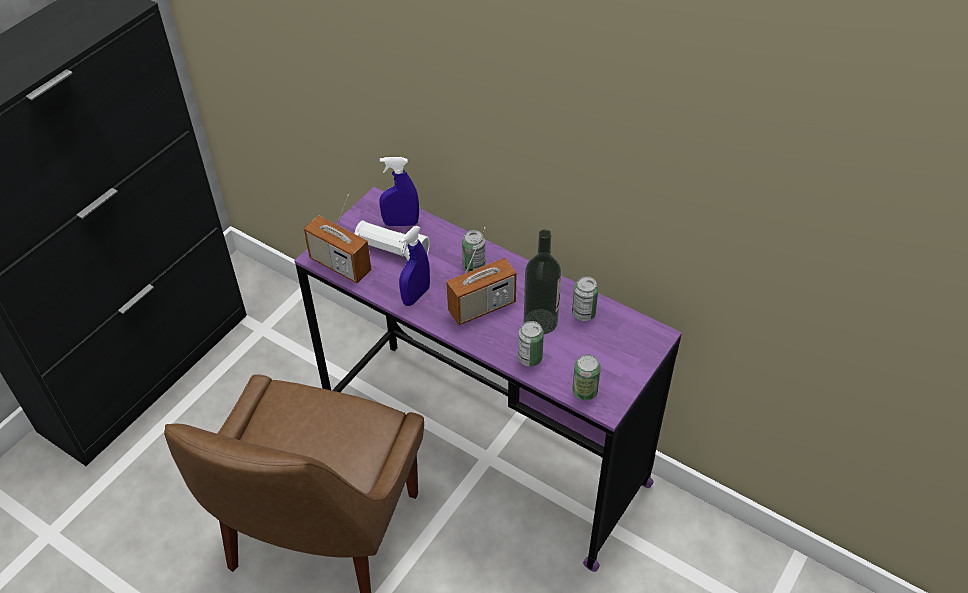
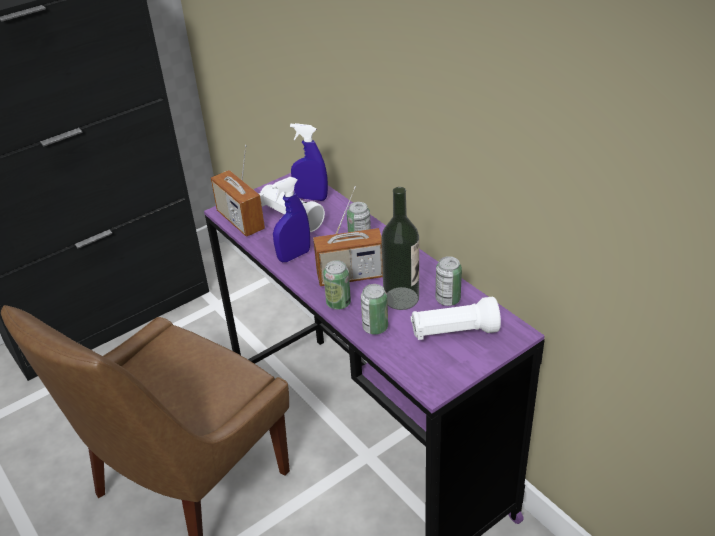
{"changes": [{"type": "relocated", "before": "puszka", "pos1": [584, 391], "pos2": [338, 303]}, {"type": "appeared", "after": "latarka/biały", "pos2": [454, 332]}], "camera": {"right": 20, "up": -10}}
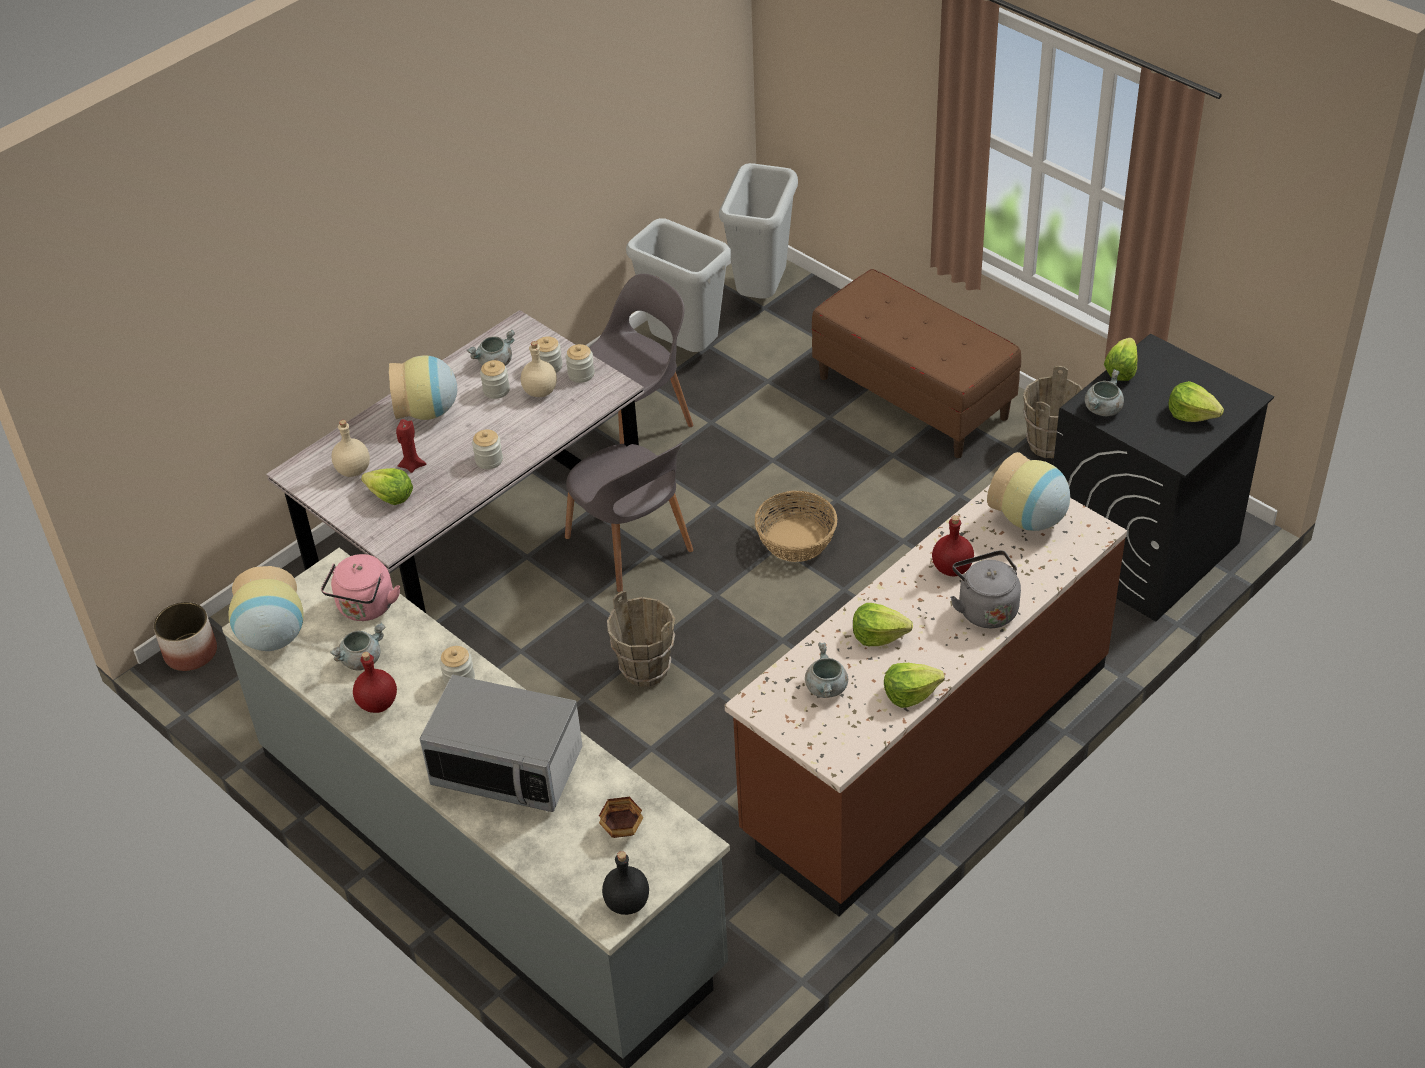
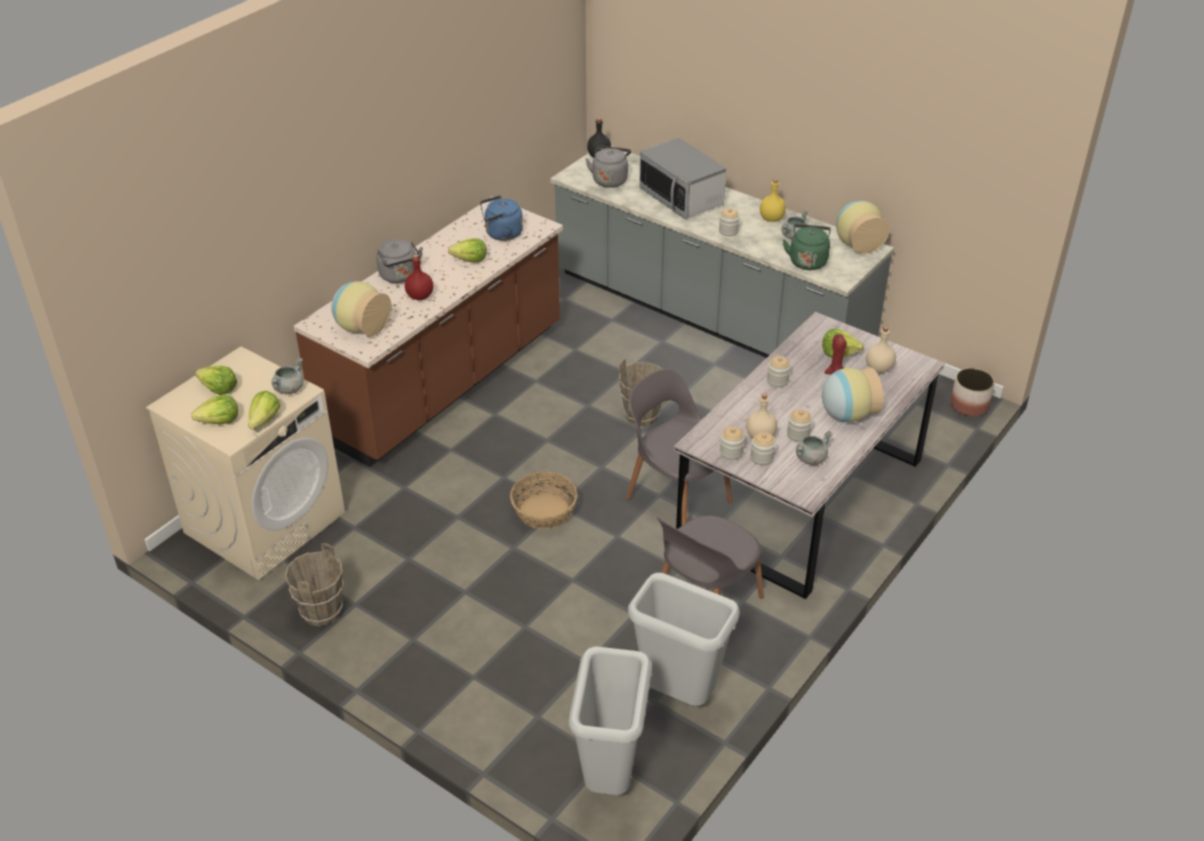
{"changes": [{"type": "missing", "before": "ławka/brązowy", "pos1": [913, 397]}, {"type": "colour", "before": "pralka/czarny", "after": "pralka/beżowy", "pos1": [1141, 550], "pos2": [265, 522]}, {"type": "colour", "before": "czajnik/różowy", "after": "czajnik/zielony", "pos1": [365, 608], "pos2": [807, 261]}, {"type": "exchanged", "before": "garnek/szary", "after": "czajnik/niebieski", "pos1": [827, 688], "pos2": [501, 234]}, {"type": "colour", "before": "butelka/czerwony", "after": "butelka/żółty", "pos1": [377, 703], "pos2": [772, 219]}, {"type": "relocated", "before": "sałata", "pos1": [910, 693], "pos2": [220, 421]}, {"type": "spun", "before": "mikrofalówka", "pos1": [508, 767], "pos2": [681, 198], "turn": -135}, {"type": "exchanged", "before": "miska", "after": "czajnik/szary", "pos1": [621, 828], "pos2": [610, 180]}], "camera": {"right": 170, "up": -5}}
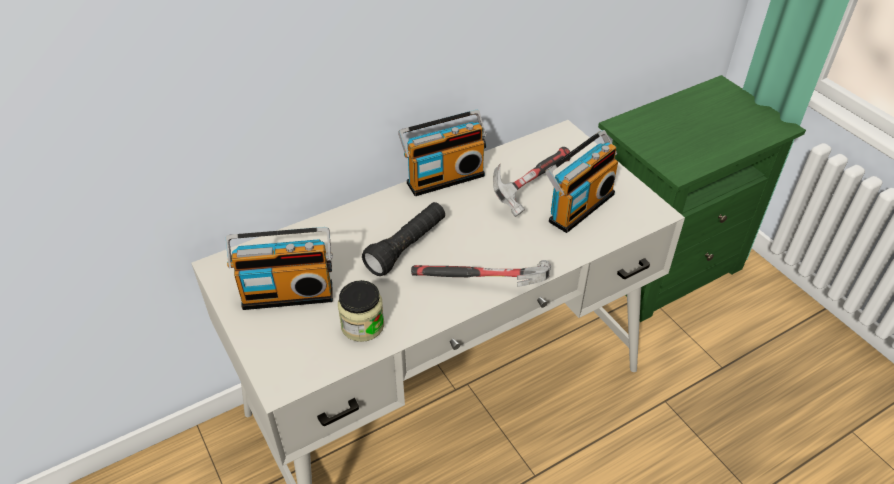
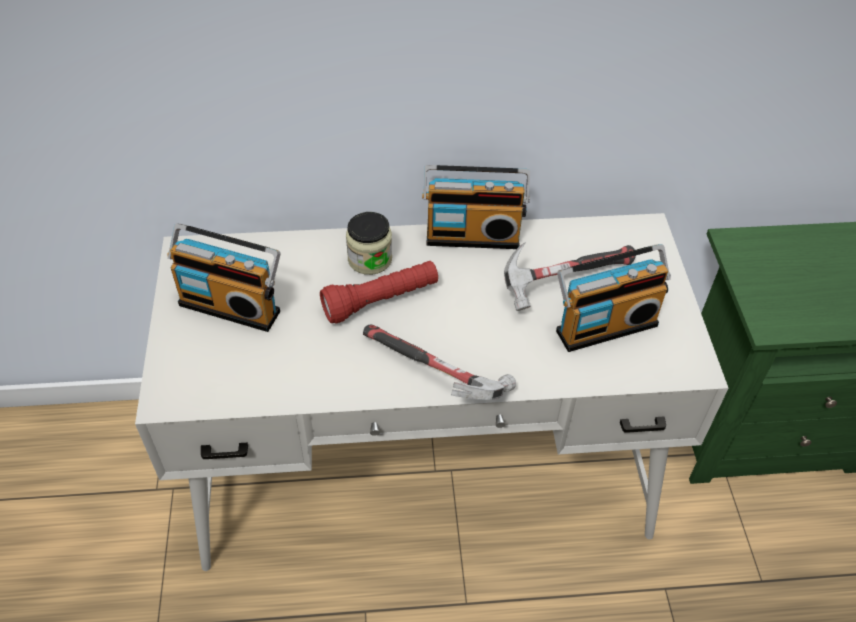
{"changes": [{"type": "colour", "before": "latarka/czarny", "after": "latarka/czerwony", "pos1": [407, 247], "pos2": [381, 300]}, {"type": "relocated", "before": "słoik", "pos1": [362, 325], "pos2": [370, 259]}], "camera": {"right": 25, "up": 5}}
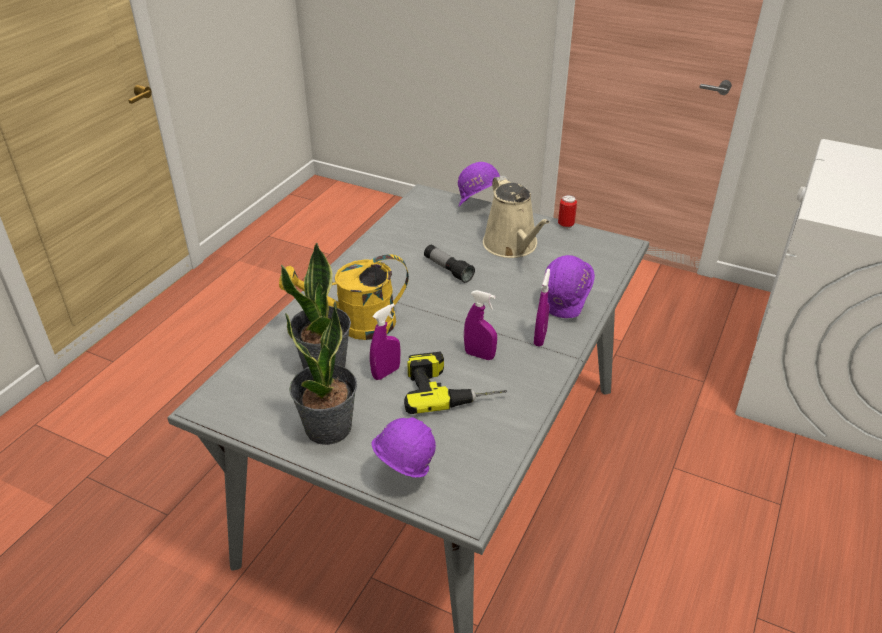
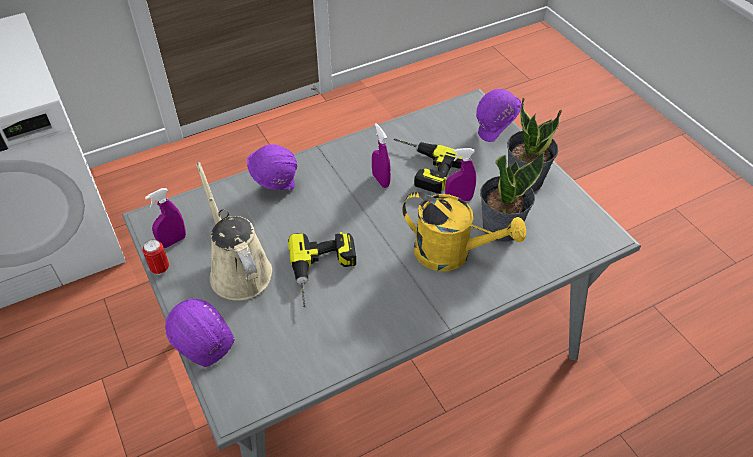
{"changes": [{"type": "spun", "before": "konewka/beżowy", "pos1": [512, 246], "pos2": [238, 270], "turn": -45}, {"type": "exchanged", "before": "latarka", "after": "wiertarka", "pos1": [448, 270], "pos2": [324, 272]}, {"type": "relocated", "before": "spryskiwacz/fioletowy", "pos1": [540, 338], "pos2": [173, 241]}], "camera": {"right": -145, "up": 10}}
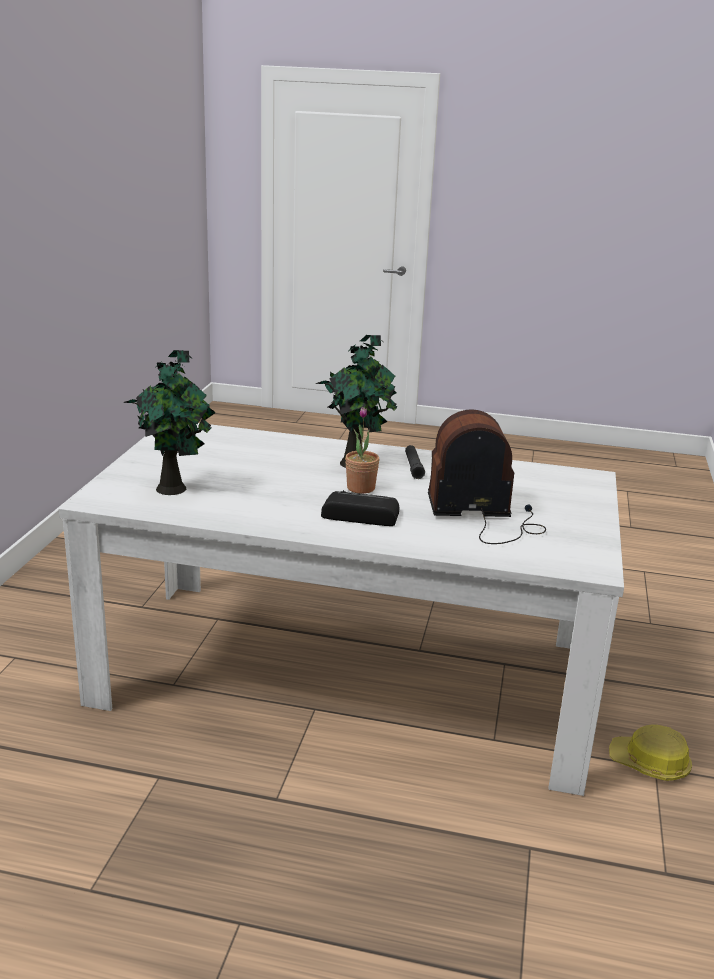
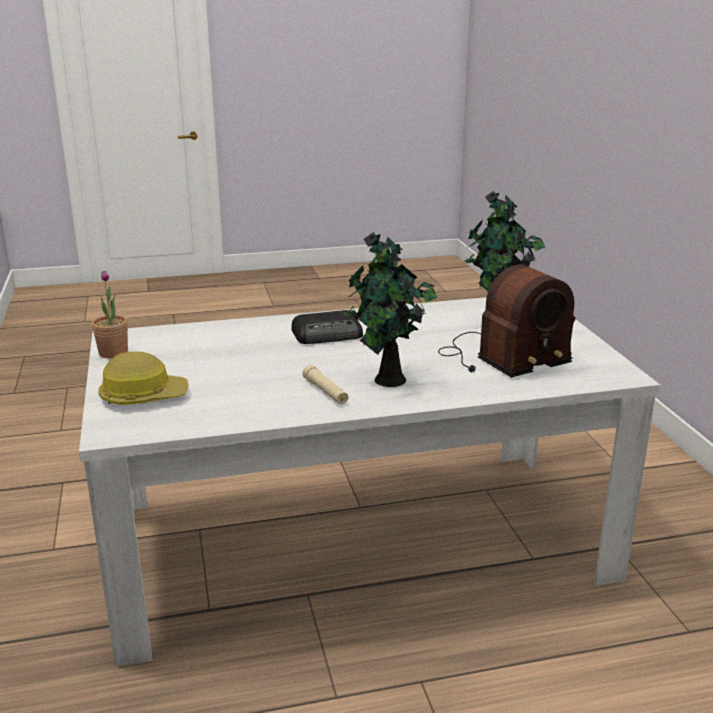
{"changes": [{"type": "relocated", "before": "roślina doniczkowa", "pos1": [361, 488], "pos2": [113, 353]}, {"type": "relocated", "before": "radio", "pos1": [484, 516], "pos2": [501, 357]}, {"type": "colour", "before": "latarka/czarny", "after": "latarka/beżowy", "pos1": [413, 467], "pos2": [325, 392]}, {"type": "relocated", "before": "kask", "pos1": [649, 764], "pos2": [143, 396]}], "camera": {"right": 155, "up": 0}}
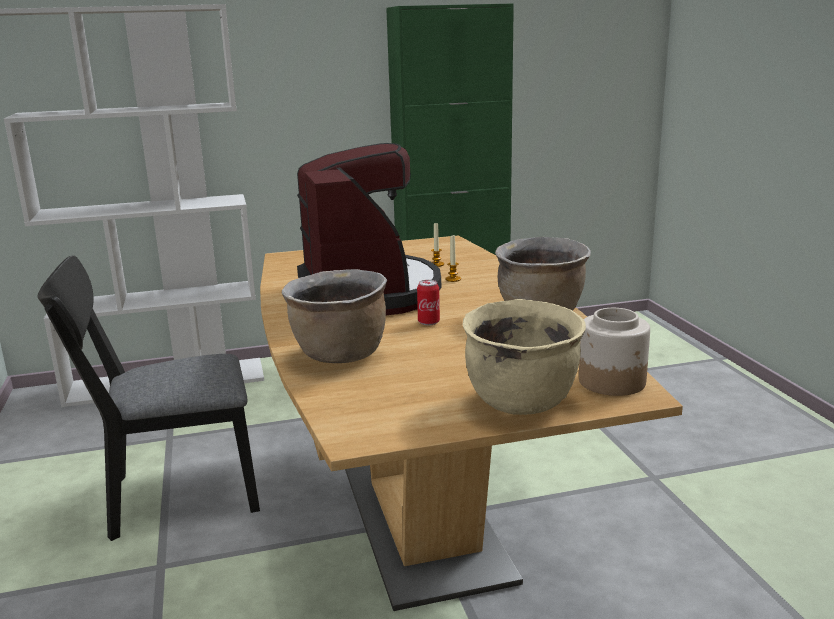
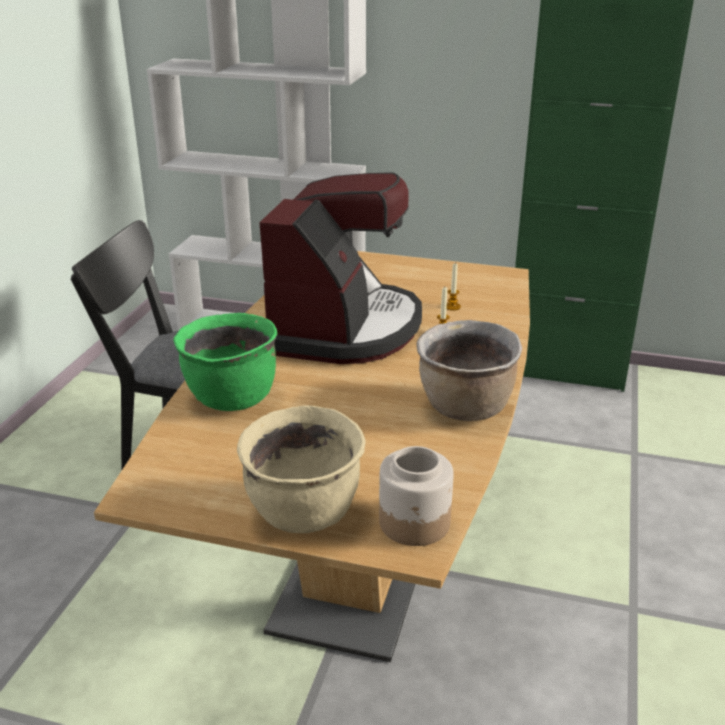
{"changes": [{"type": "colour", "before": "garnek/brązowy", "after": "garnek/zielony", "pos1": [339, 355], "pos2": [231, 398]}, {"type": "missing", "before": "puszka", "pos1": [428, 322]}], "camera": {"right": 30, "up": 10}}
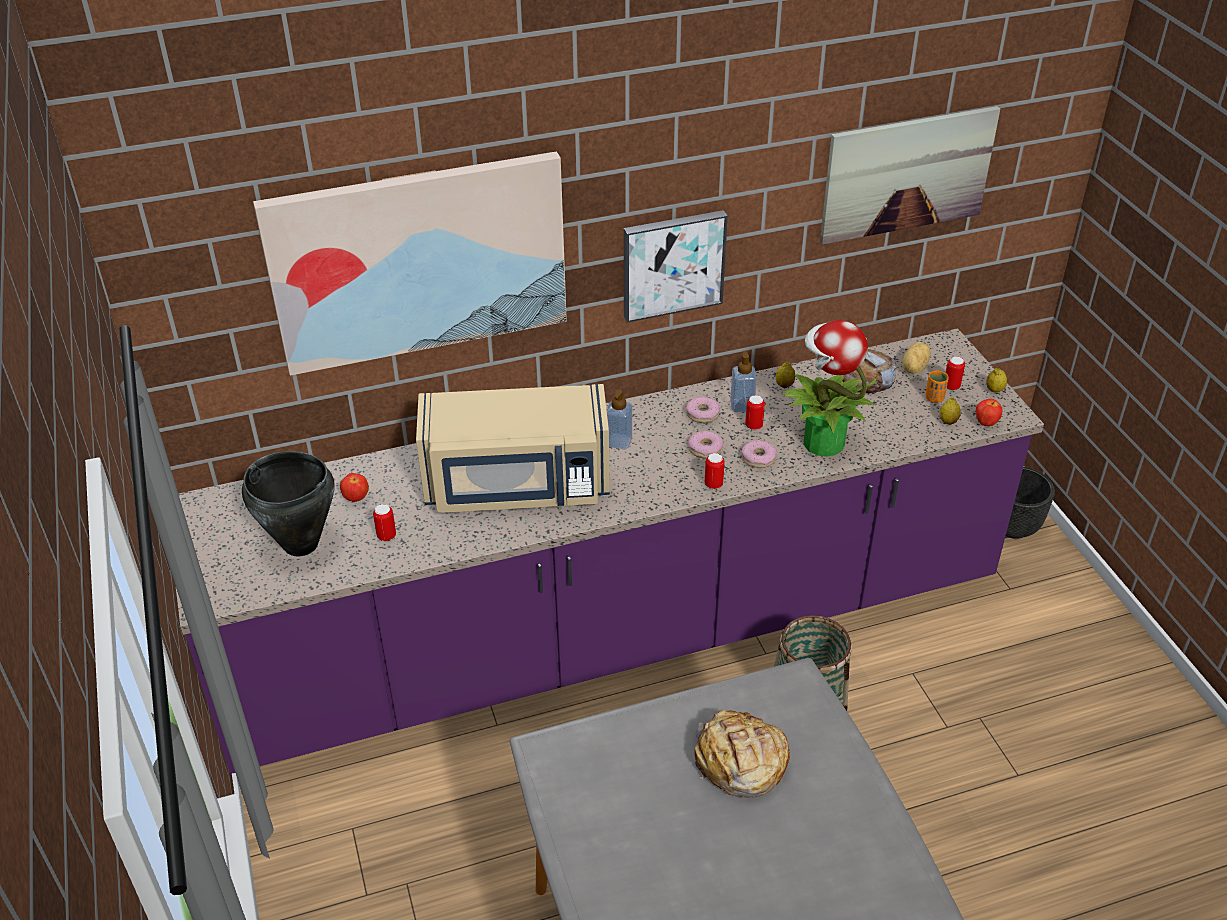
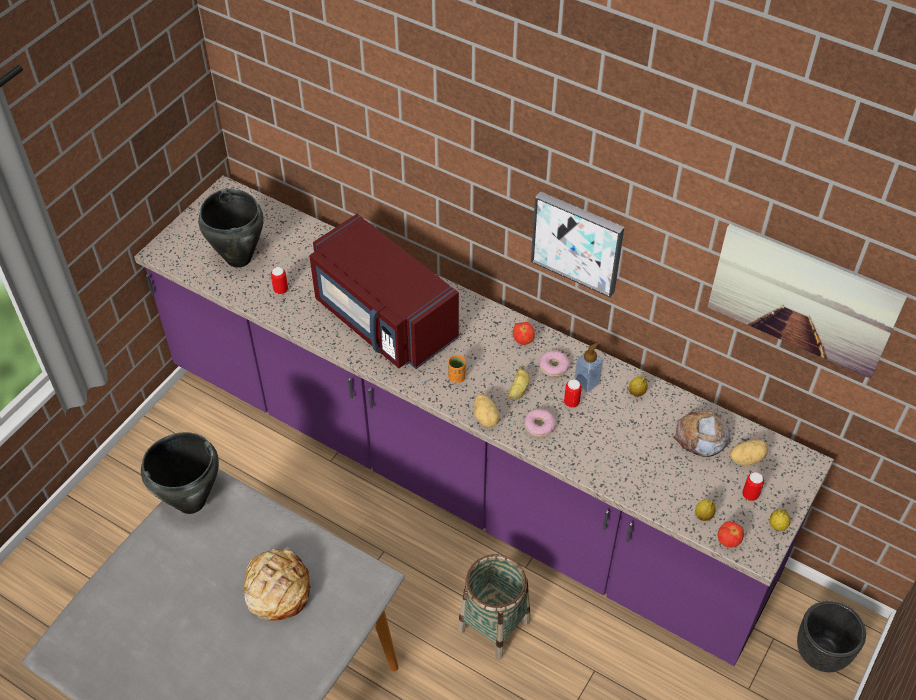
{"changes": [{"type": "missing", "before": "obraz", "pos1": [419, 261]}, {"type": "missing", "before": "roślina doniczkowa", "pos1": [822, 442]}, {"type": "relocated", "before": "filiżanka/pomarańczowy", "pos1": [934, 398], "pos2": [456, 377]}, {"type": "colour", "before": "mikrofalówka/beżowy", "after": "mikrofalówka/czerwony", "pos1": [517, 486], "pos2": [383, 319]}, {"type": "missing", "before": "dozownik mydła", "pos1": [619, 441]}, {"type": "exchanged", "before": "donut", "after": "banan", "pos1": [705, 449], "pos2": [518, 391]}, {"type": "exchanged", "before": "puszka", "after": "ziemniak", "pos1": [713, 484], "pos2": [486, 417]}, {"type": "relocated", "before": "jabłko", "pos1": [356, 498], "pos2": [523, 341]}, {"type": "appeared", "after": "garnek/czarny", "pos2": [190, 501]}], "camera": {"right": 50, "up": 10}}
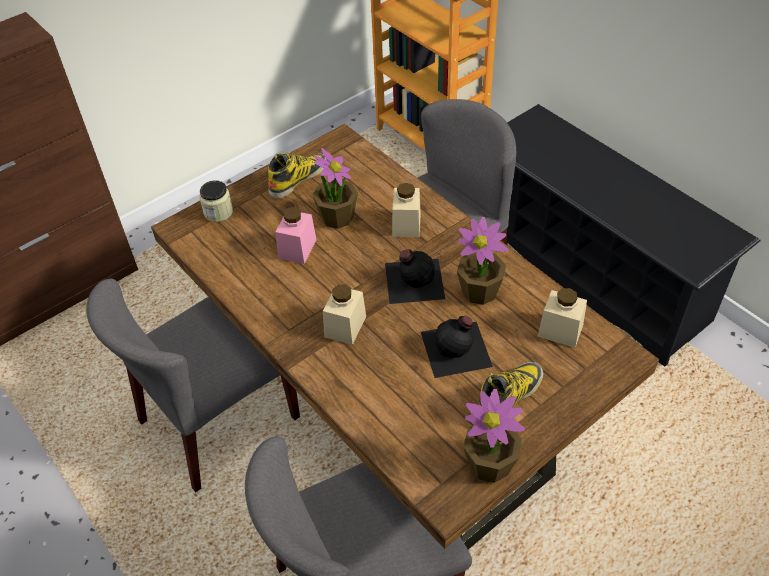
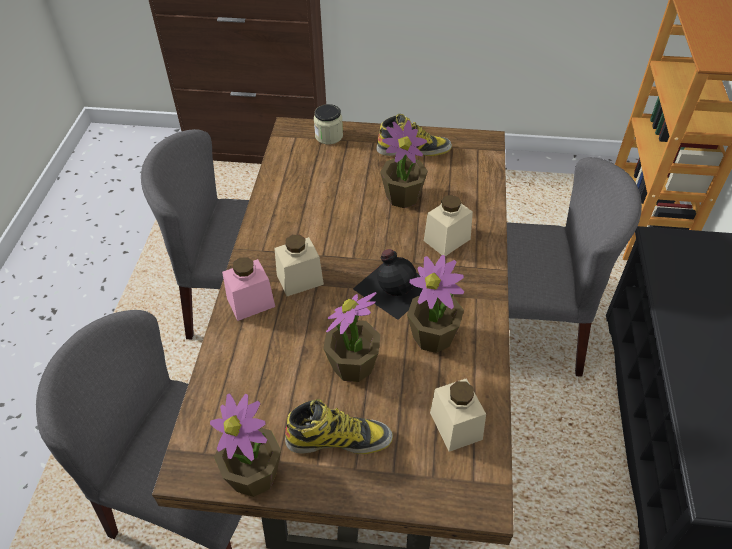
{"changes": [{"type": "relocated", "before": "słoik/różowy", "pos1": [297, 249], "pos2": [251, 302]}, {"type": "exchanged", "before": "butelka/czarny", "after": "roślina doniczkowa", "pos1": [457, 349], "pos2": [353, 366]}], "camera": {"right": 45, "up": 0}}
